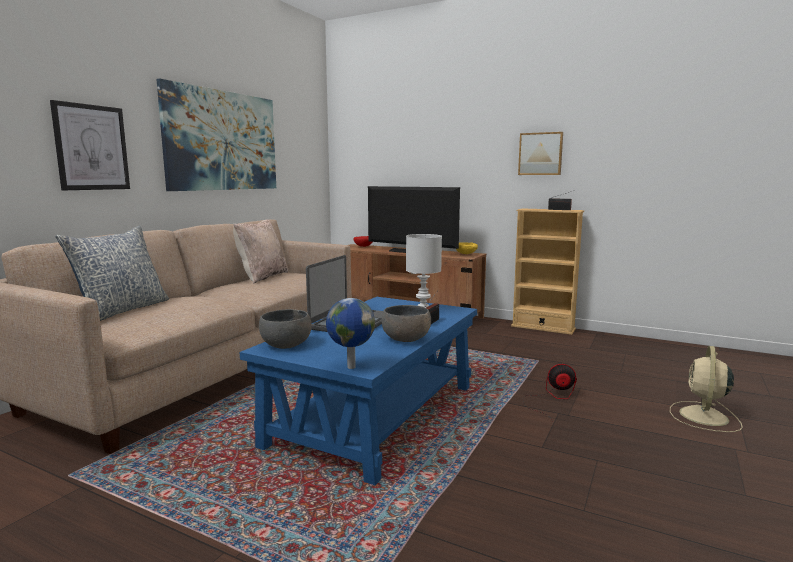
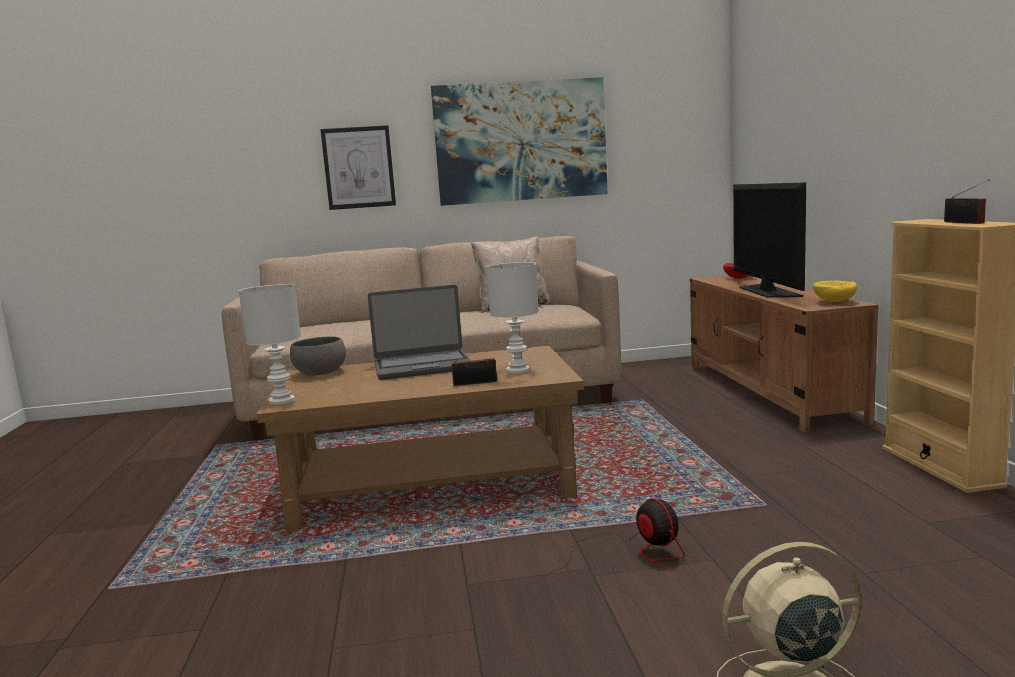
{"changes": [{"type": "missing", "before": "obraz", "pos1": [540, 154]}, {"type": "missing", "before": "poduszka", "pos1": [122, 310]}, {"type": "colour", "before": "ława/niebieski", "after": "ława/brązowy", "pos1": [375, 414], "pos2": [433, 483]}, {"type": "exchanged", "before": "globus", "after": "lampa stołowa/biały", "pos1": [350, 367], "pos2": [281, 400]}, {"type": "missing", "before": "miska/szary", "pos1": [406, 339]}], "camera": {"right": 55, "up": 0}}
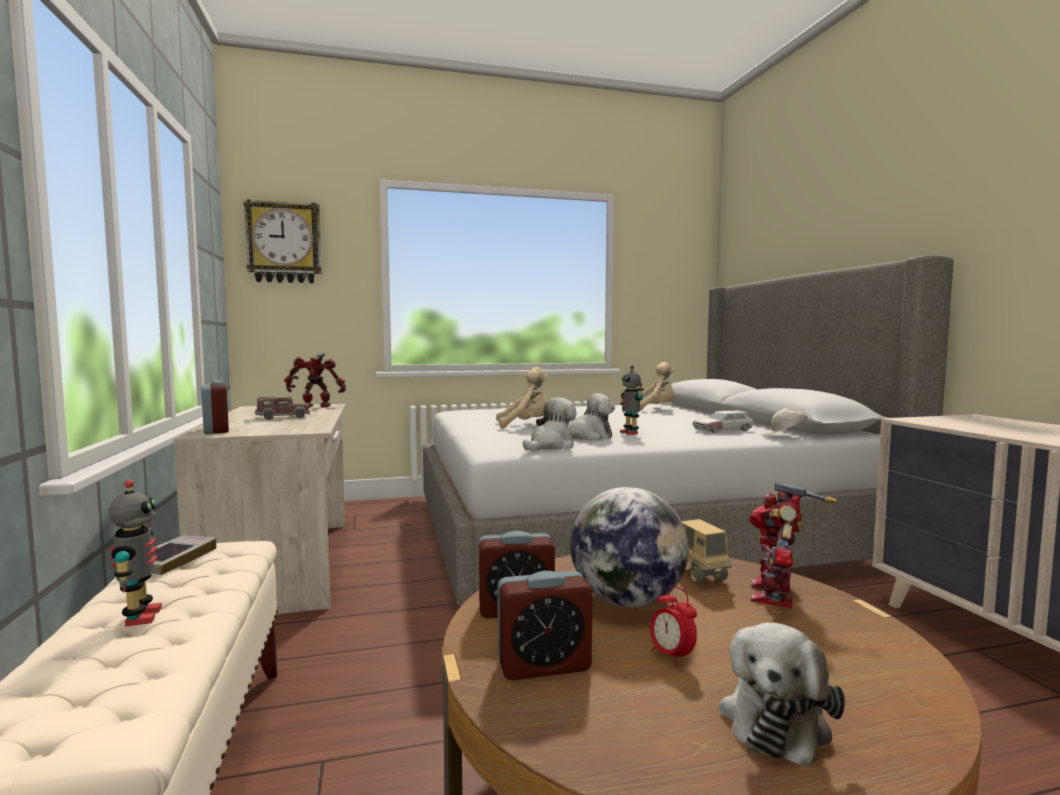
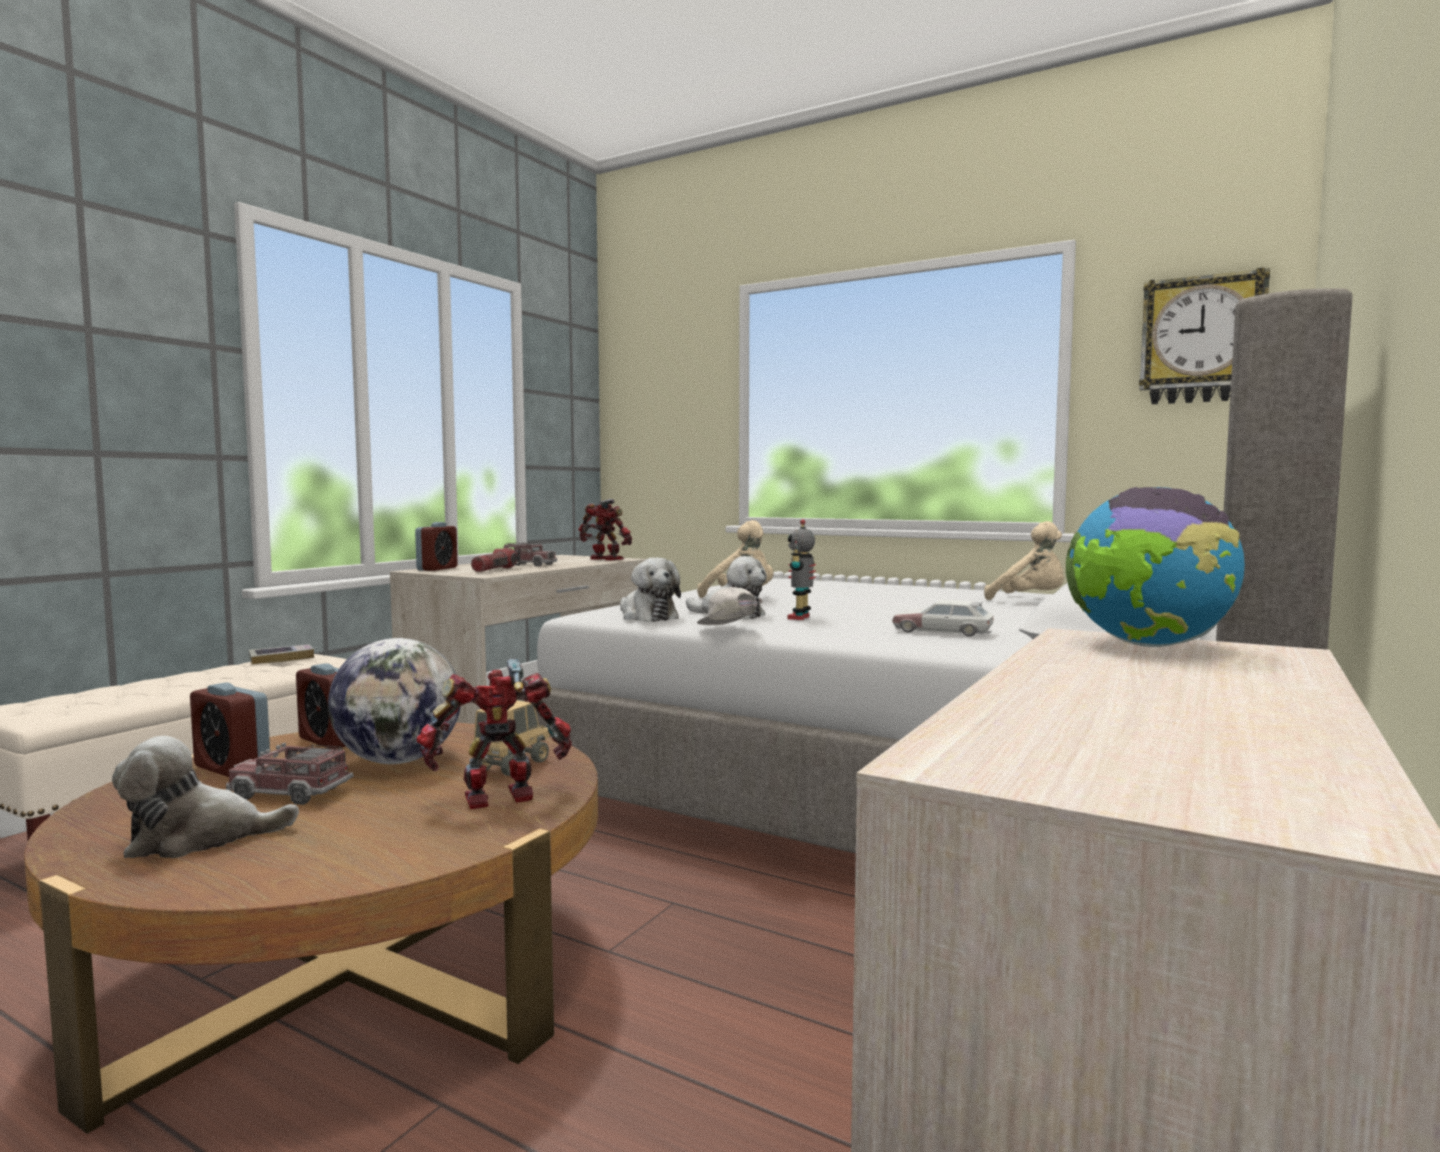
{"changes": [{"type": "relocated", "before": "zegar ścienny", "pos1": [284, 243], "pos2": [1202, 340]}, {"type": "spun", "before": "pluszak", "pos1": [550, 446], "pos2": [647, 617], "turn": 60}, {"type": "relocated", "before": "czapka z daszkiem/biały", "pos1": [784, 436], "pos2": [728, 630]}, {"type": "missing", "before": "robot zabawkowy", "pos1": [139, 617]}, {"type": "exchanged", "before": "budzik", "after": "ciężarówka zabawkowa", "pos1": [671, 656], "pos2": [290, 793]}, {"type": "appeared", "after": "globus", "pos2": [1148, 646]}, {"type": "appeared", "after": "latarka", "pos2": [496, 570]}], "camera": {"right": 45, "up": 0}}
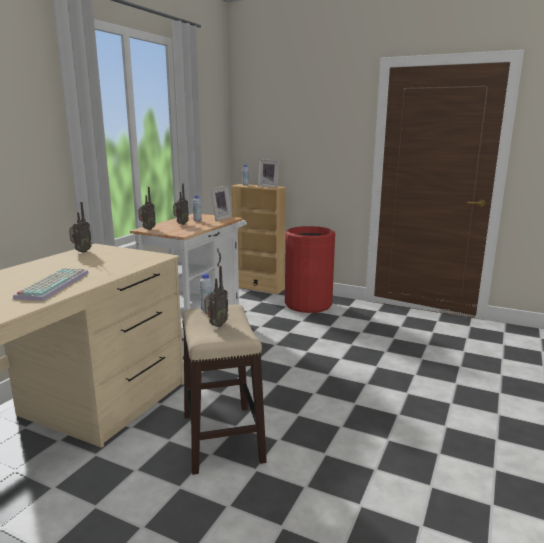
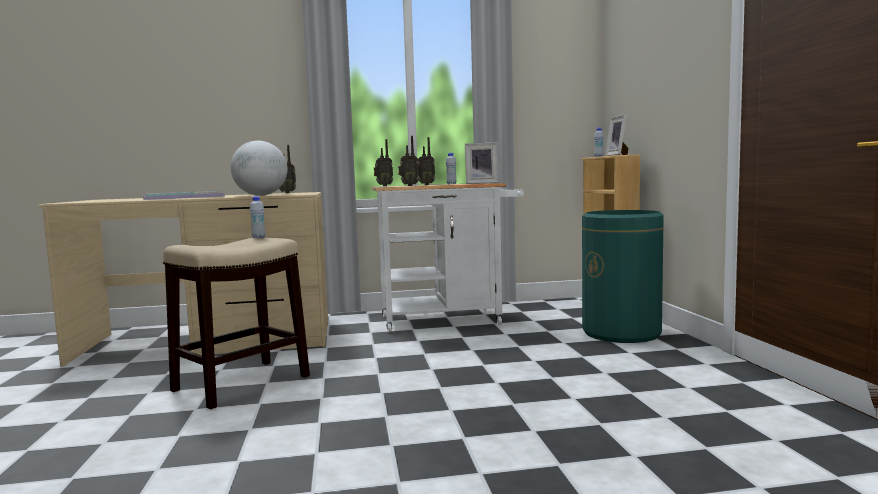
{"changes": [{"type": "colour", "before": "kosz na śmieci/czerwony", "after": "kosz na śmieci/zielony", "pos1": [308, 304], "pos2": [621, 333]}, {"type": "relocated", "before": "radio", "pos1": [216, 325], "pos2": [409, 186]}, {"type": "appeared", "after": "globus", "pos2": [261, 195]}], "camera": {"right": 55, "up": -10}}
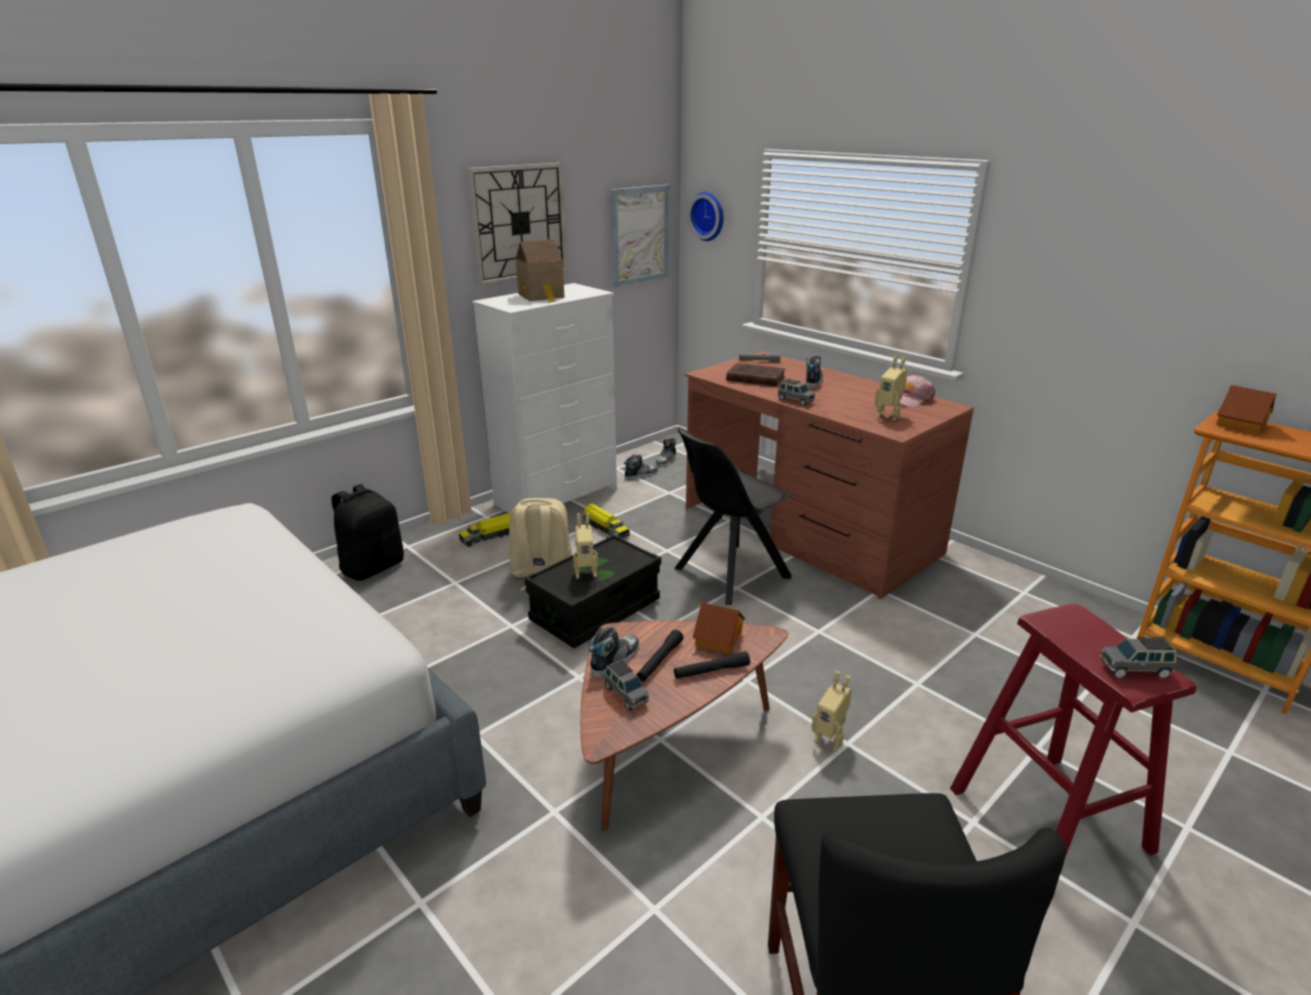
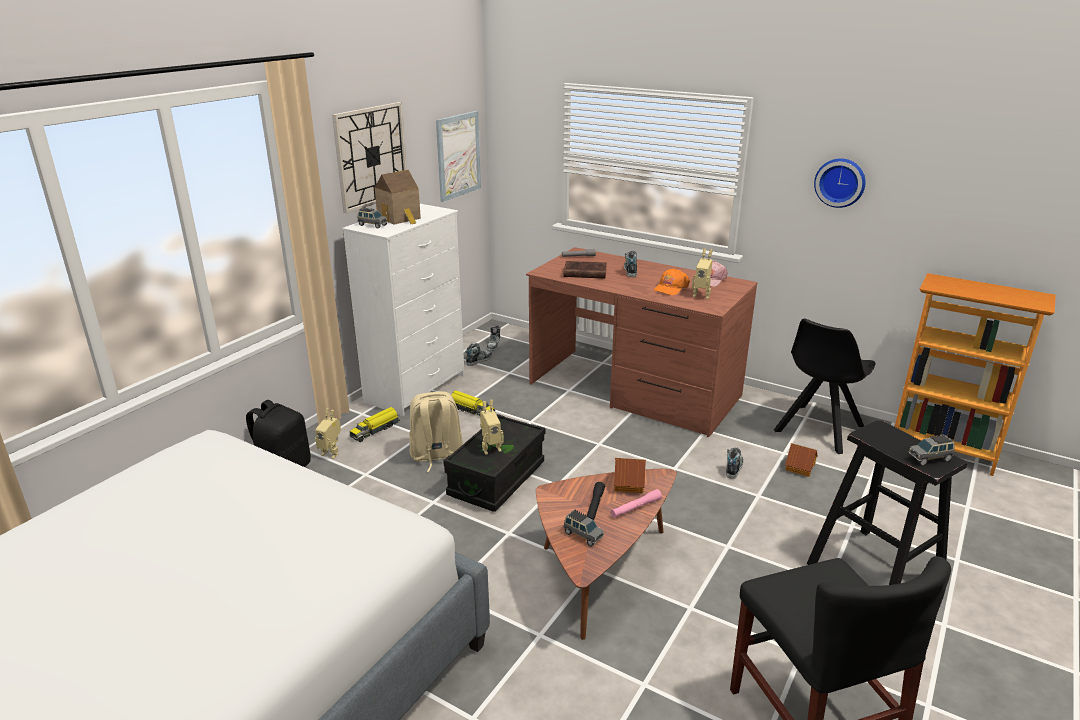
{"changes": [{"type": "relocated", "before": "zegar ścienny", "pos1": [708, 216], "pos2": [840, 182]}, {"type": "relocated", "before": "samochodzik/szary", "pos1": [795, 401], "pos2": [372, 225]}, {"type": "relocated", "before": "domek", "pos1": [1239, 424], "pos2": [799, 467]}, {"type": "relocated", "before": "krzesło/czarny", "pos1": [729, 574], "pos2": [817, 429]}, {"type": "colour", "before": "stołek/czerwony", "after": "stołek/czarny", "pos1": [1049, 819], "pos2": [875, 571]}, {"type": "relocated", "before": "but", "pos1": [615, 659], "pos2": [733, 467]}, {"type": "colour", "before": "latarka/czarny", "after": "latarka/różowy", "pos1": [711, 671], "pos2": [635, 508]}, {"type": "relocated", "before": "robot zabawkowy", "pos1": [830, 739], "pos2": [331, 453]}, {"type": "appeared", "after": "czapka z daszkiem/pomarańczowy", "pos2": [670, 288]}], "camera": {"right": -15, "up": 0}}
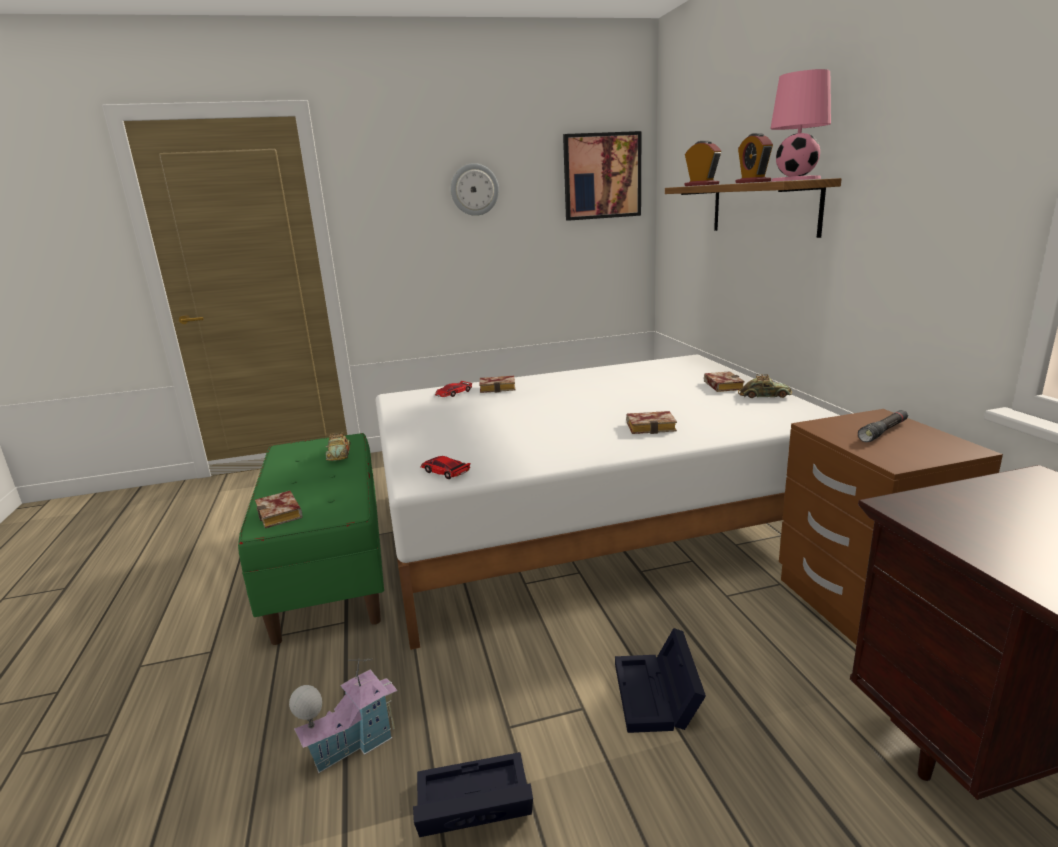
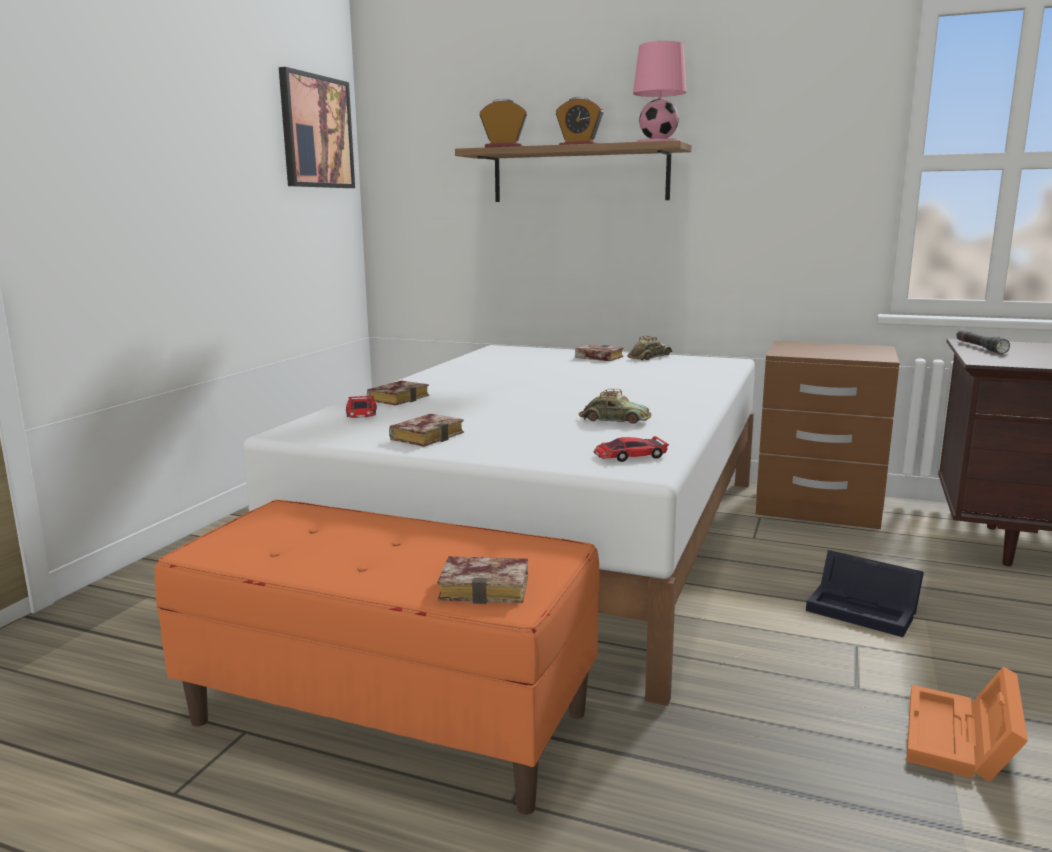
{"changes": [{"type": "missing", "before": "zegar ścienny", "pos1": [474, 189]}, {"type": "relocated", "before": "latarka/czarny", "pos1": [883, 431], "pos2": [980, 347]}, {"type": "relocated", "before": "książka", "pos1": [652, 427], "pos2": [427, 436]}, {"type": "relocated", "before": "samochodzik", "pos1": [339, 454], "pos2": [614, 420]}, {"type": "colour", "before": "ławka/zielony", "after": "ławka/pomarańczowy", "pos1": [331, 570], "pos2": [390, 717]}, {"type": "missing", "before": "domek", "pos1": [352, 743]}, {"type": "colour", "before": "pojemnik do przechowywania/czarny", "after": "pojemnik do przechowywania/pomarańczowy", "pos1": [470, 808], "pos2": [961, 741]}], "camera": {"right": -55, "up": -5}}
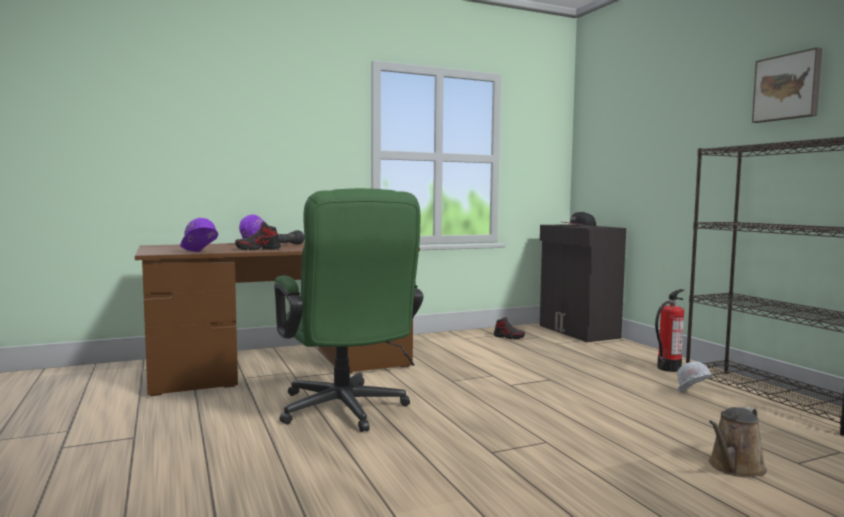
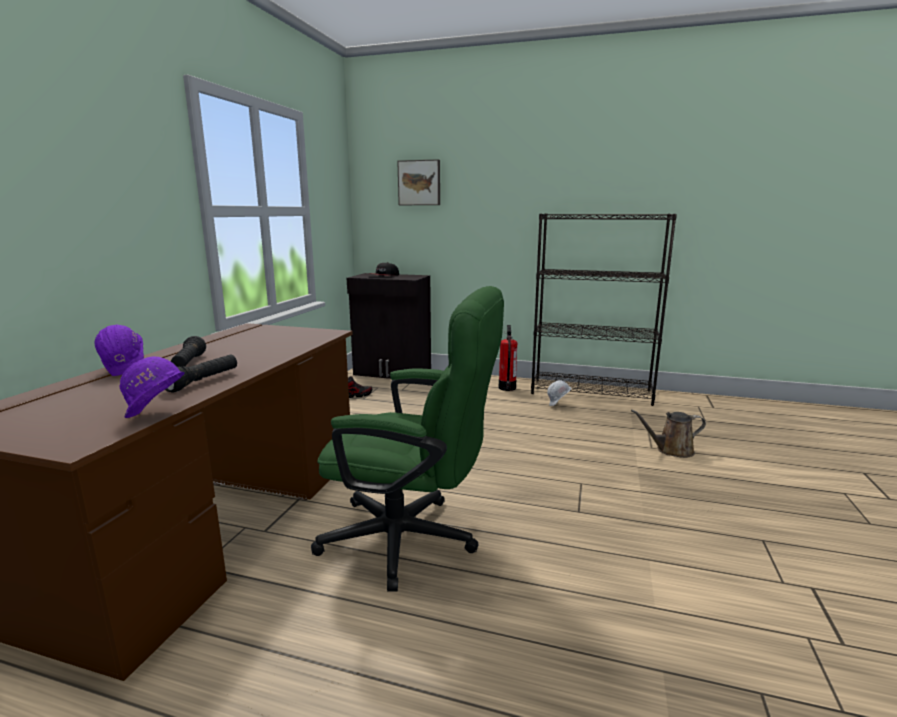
{"changes": [{"type": "relocated", "before": "obraz", "pos1": [787, 87], "pos2": [419, 183]}, {"type": "exchanged", "before": "but", "after": "latarka/czarny", "pos1": [258, 249], "pos2": [203, 382]}, {"type": "spun", "before": "konewka/brązowy", "pos1": [734, 468], "pos2": [671, 450], "turn": 90}], "camera": {"right": -50, "up": 10}}
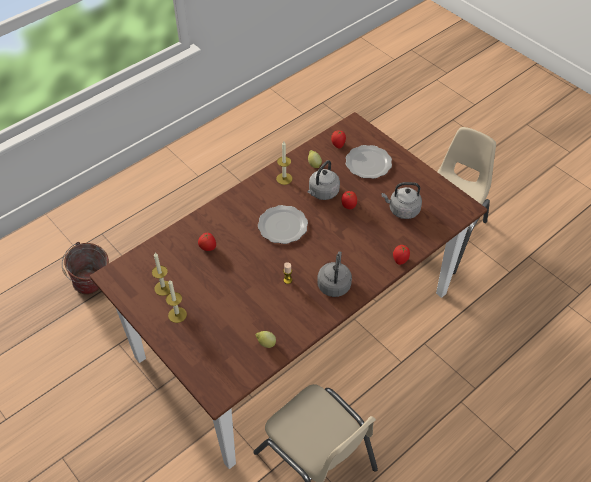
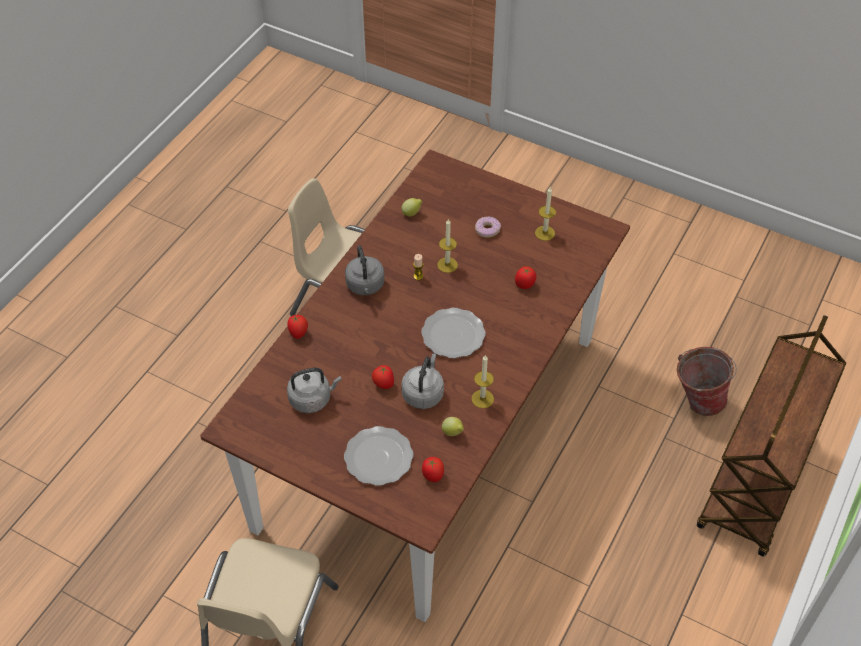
{"changes": [{"type": "relocated", "before": "świeca", "pos1": [177, 315], "pos2": [447, 265]}, {"type": "appeared", "after": "donut", "pos2": [487, 230]}, {"type": "appeared", "after": "wózek/brązowy", "pos2": [756, 482]}], "camera": {"right": 160, "up": 0}}
